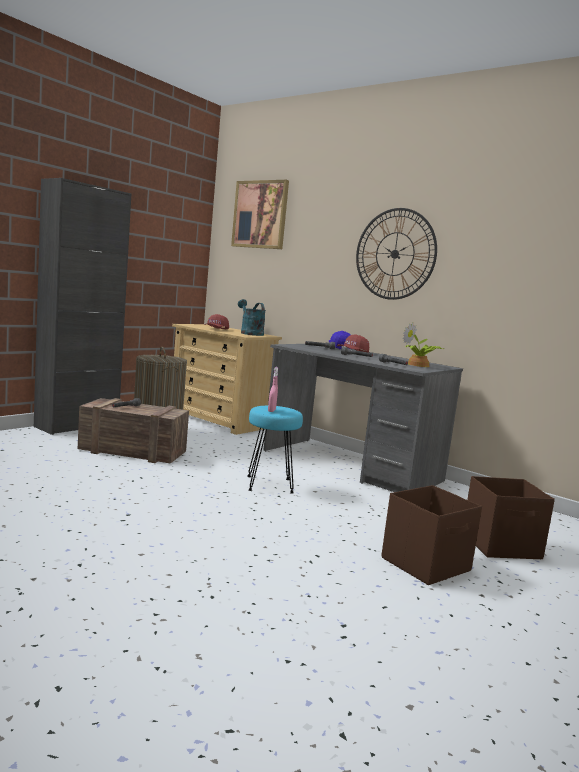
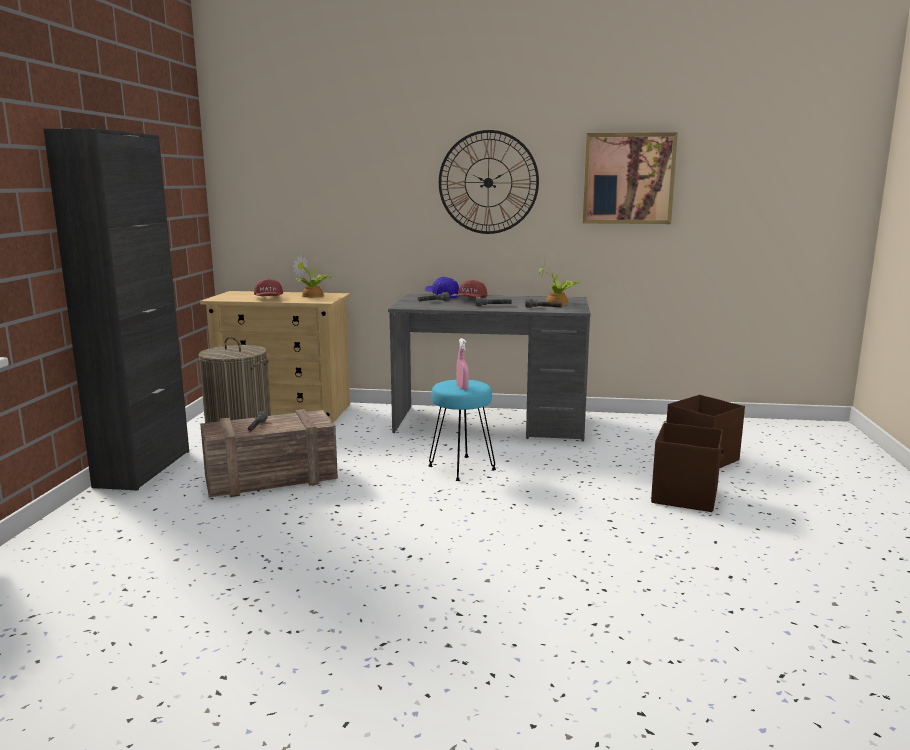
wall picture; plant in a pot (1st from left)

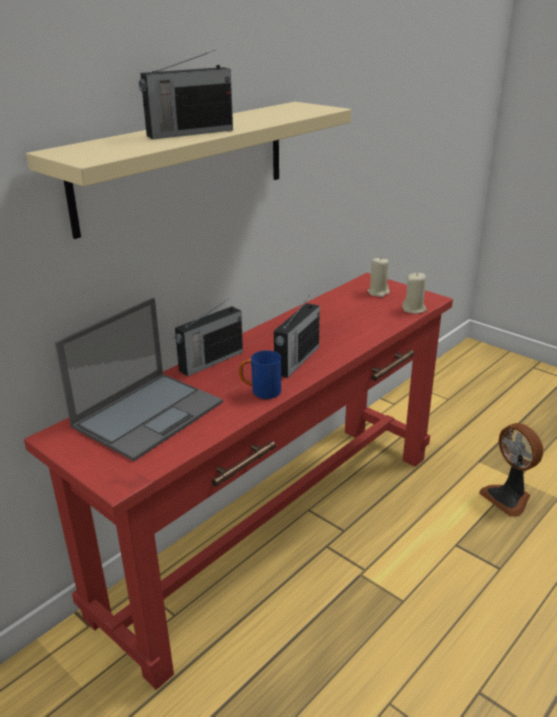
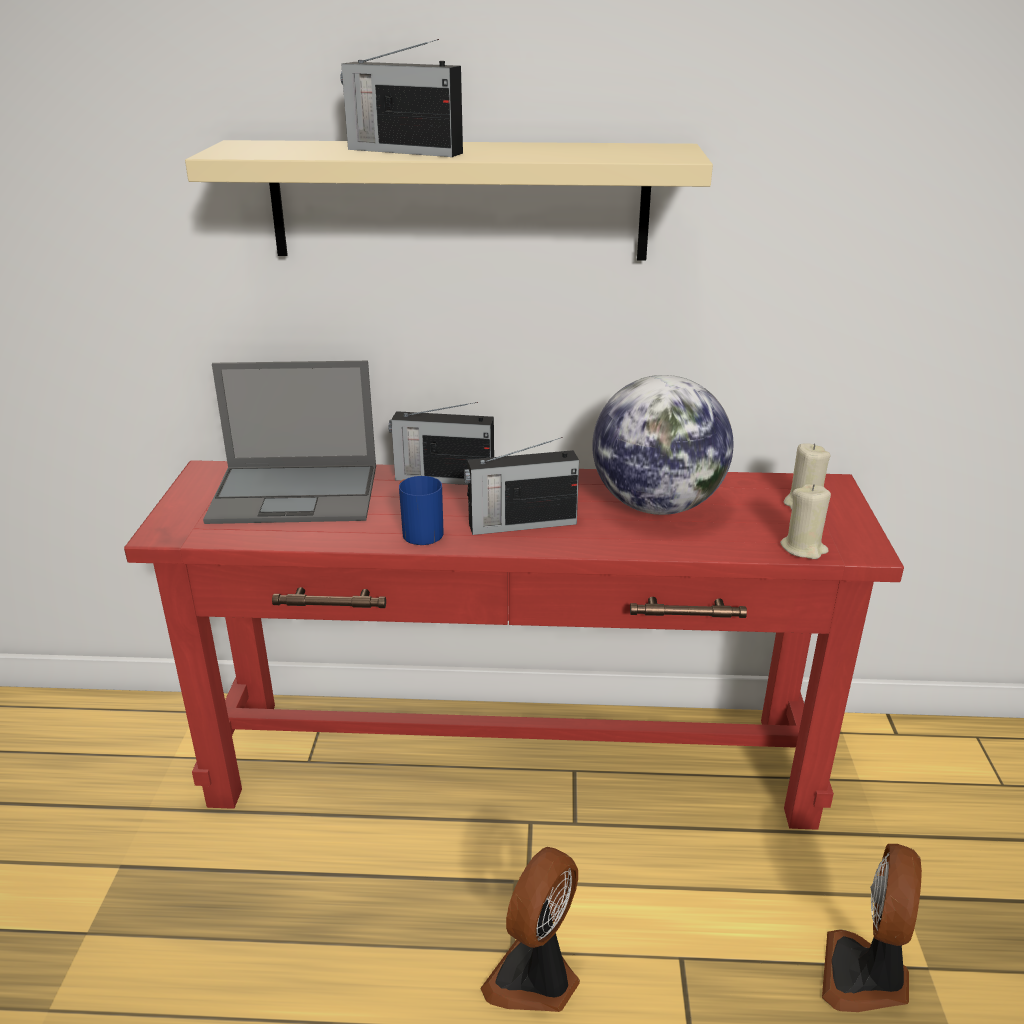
world globe; fan (1st from left)

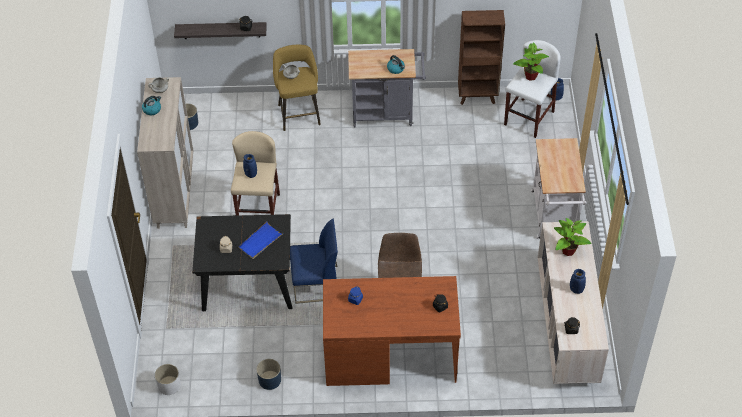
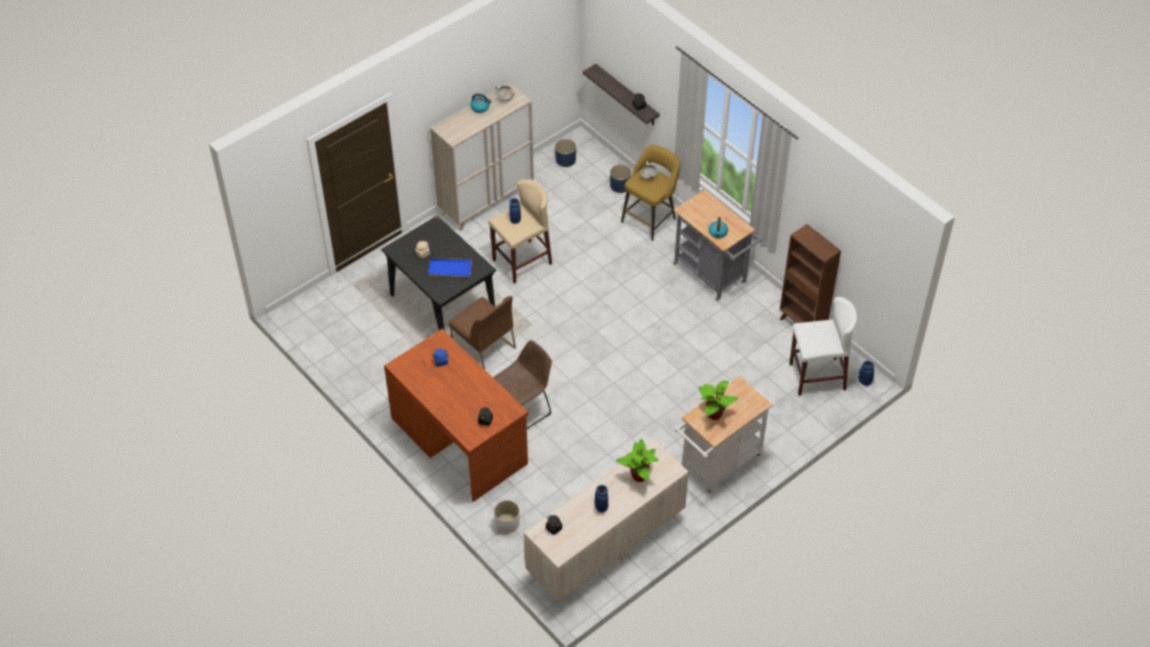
plant in a pot (2nd from left); brown chair (1st from left); bluish flower pot (2nd from left); white flower pot

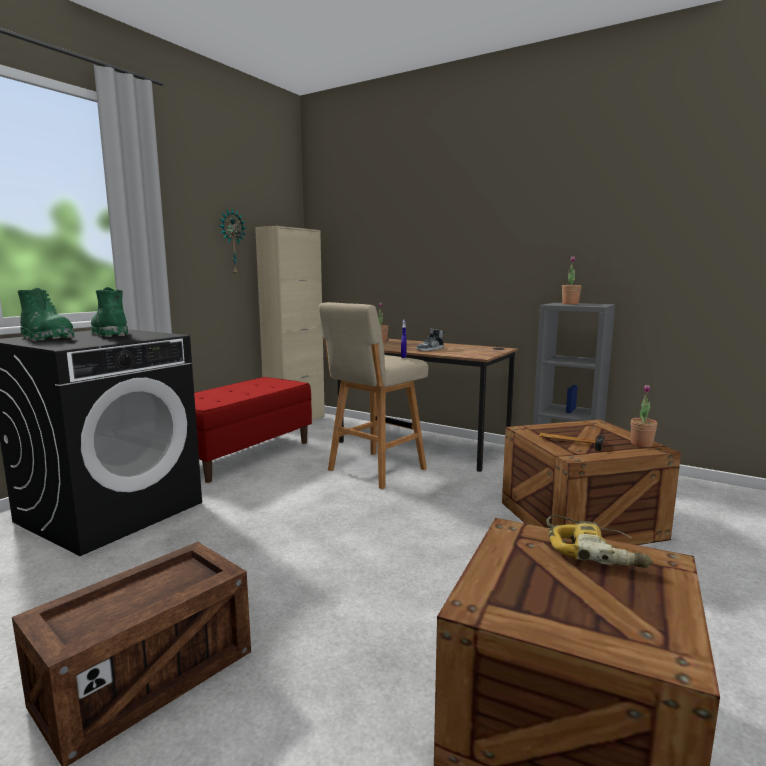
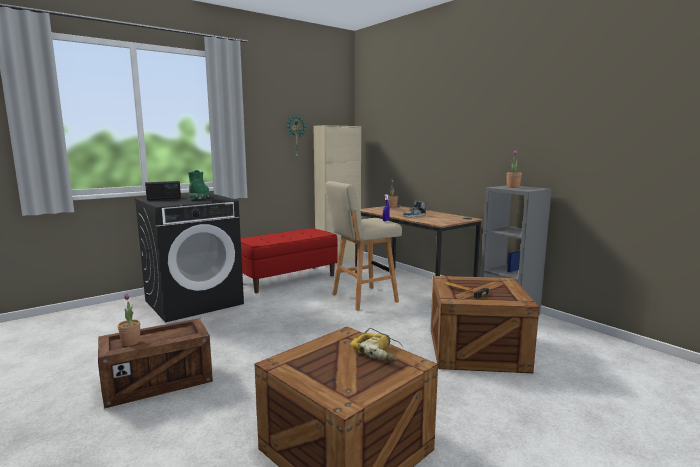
radio receiver; plant in a pot (1st from left)

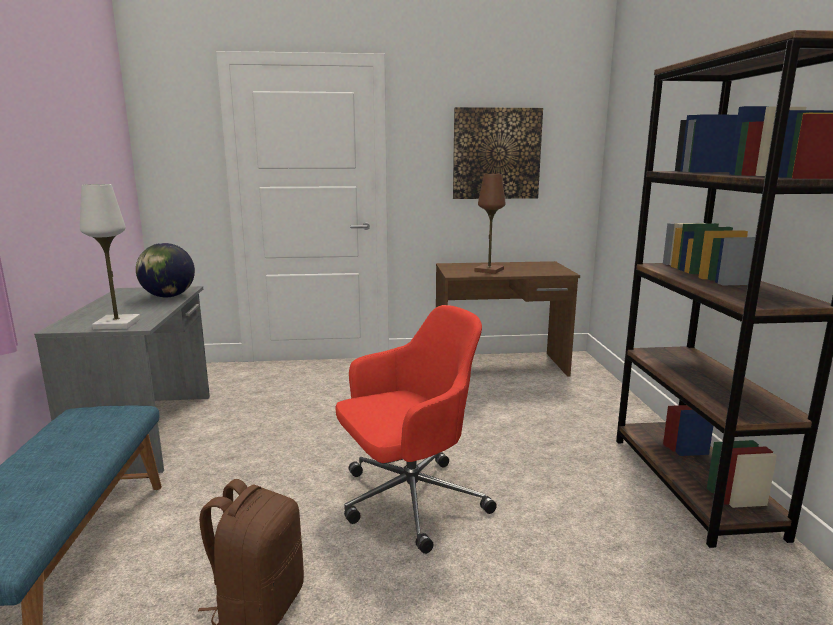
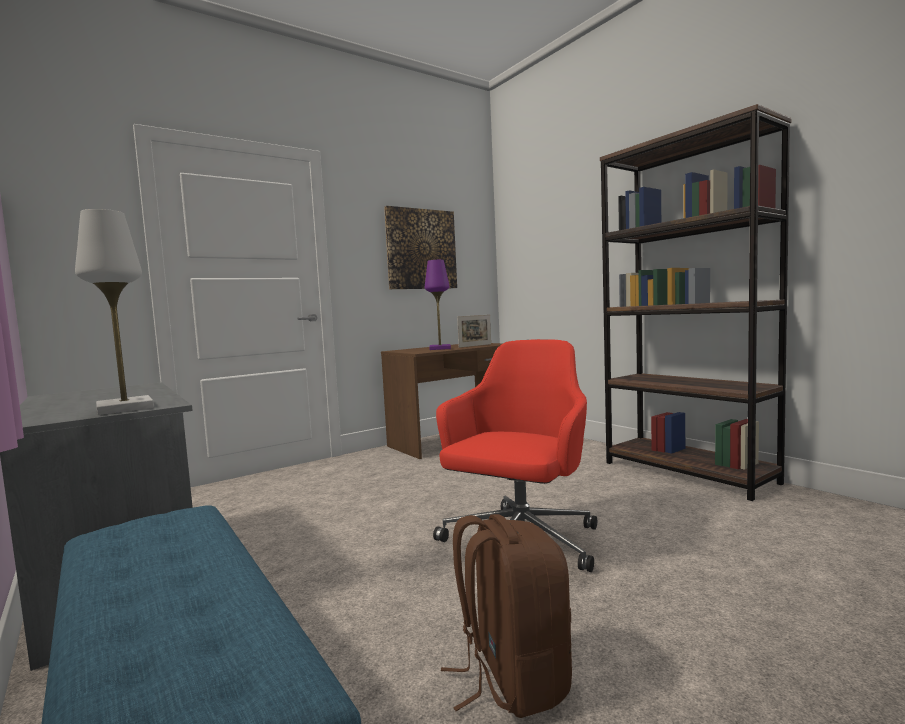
purplish tabletop lamp; world globe; photo frame

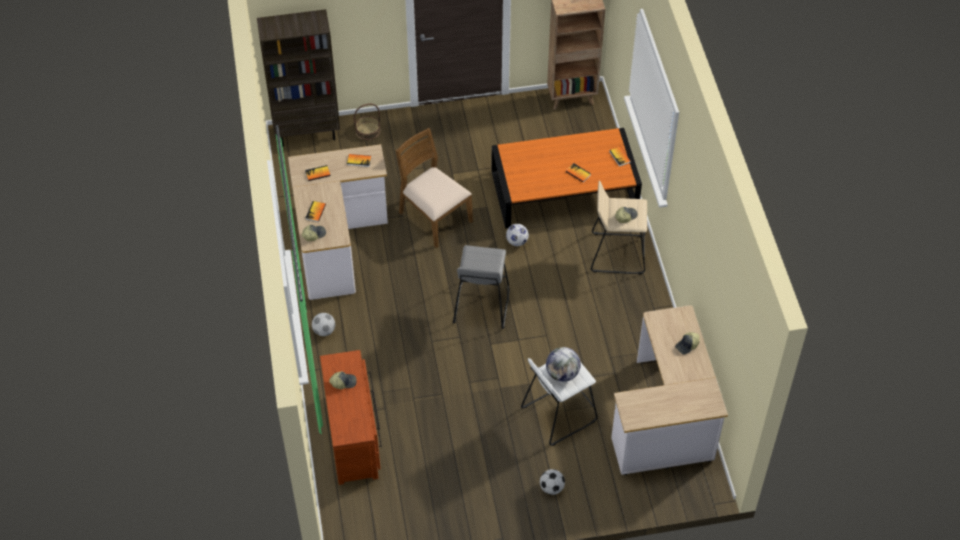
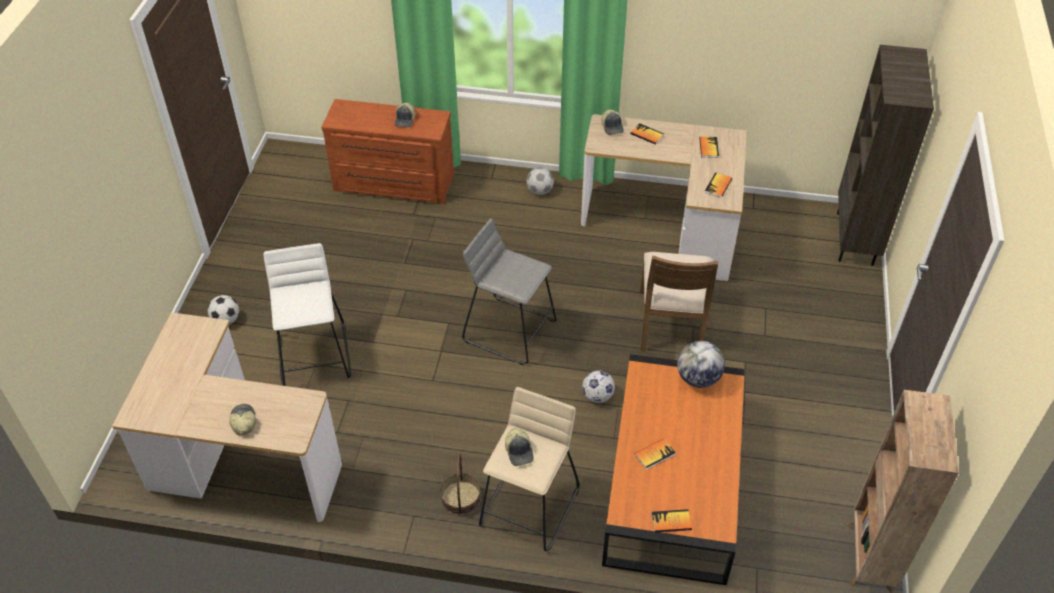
storage basket; brown chair; world globe

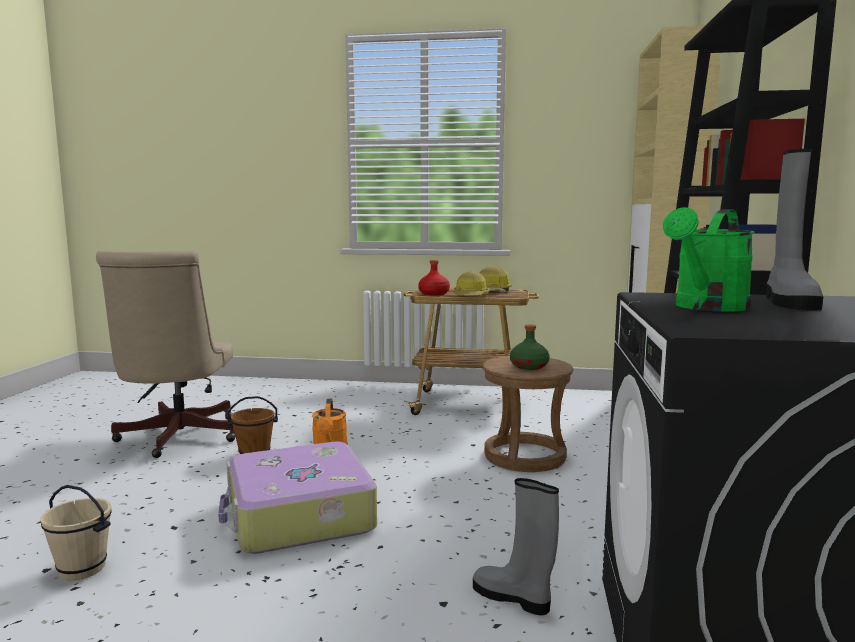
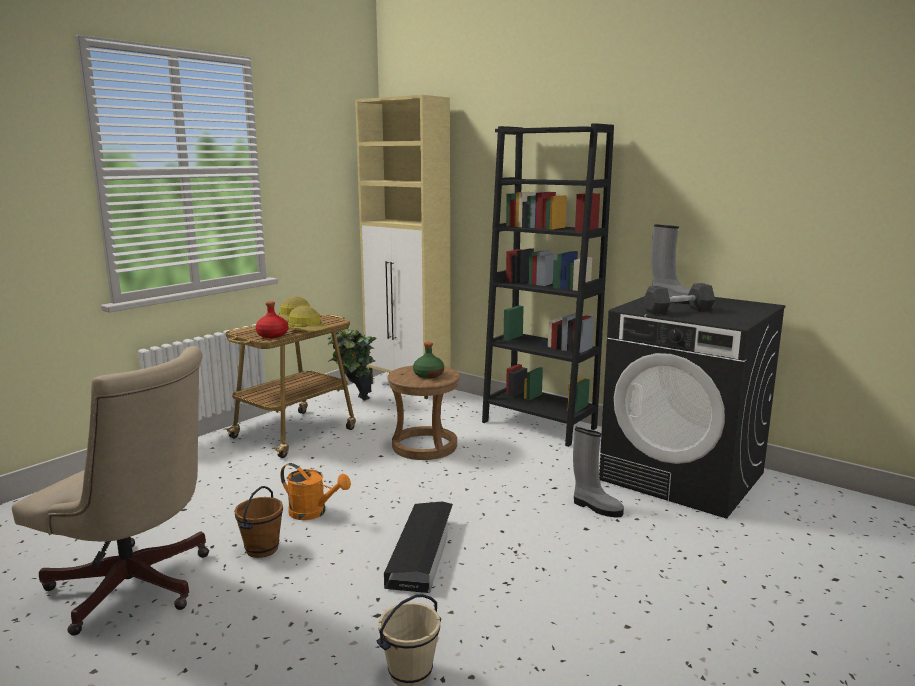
greyish dumbbell; blackish storage container; greyish high-top boot (1st from left); plant in a pot

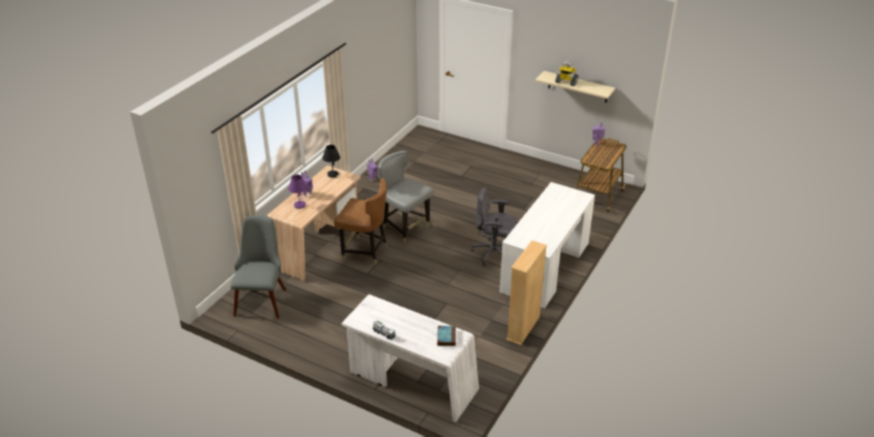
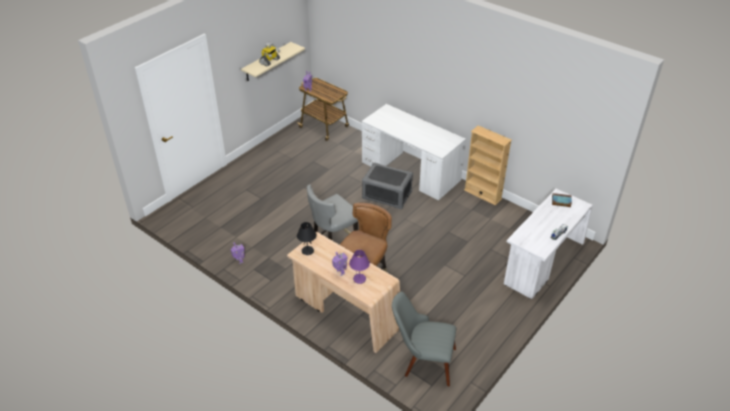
greyish storage container

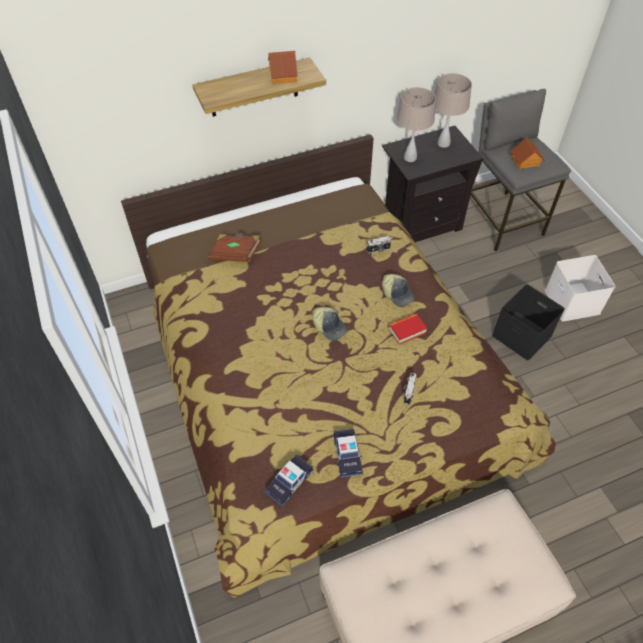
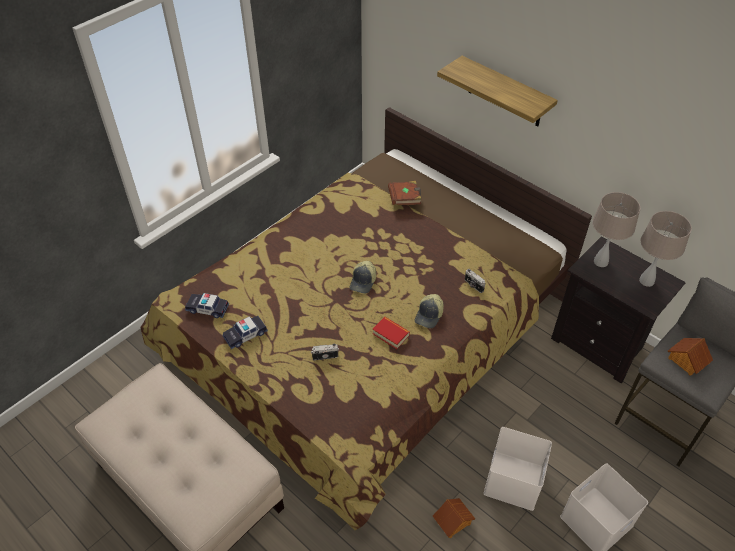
model house (1st from left); white storage container (1st from left)

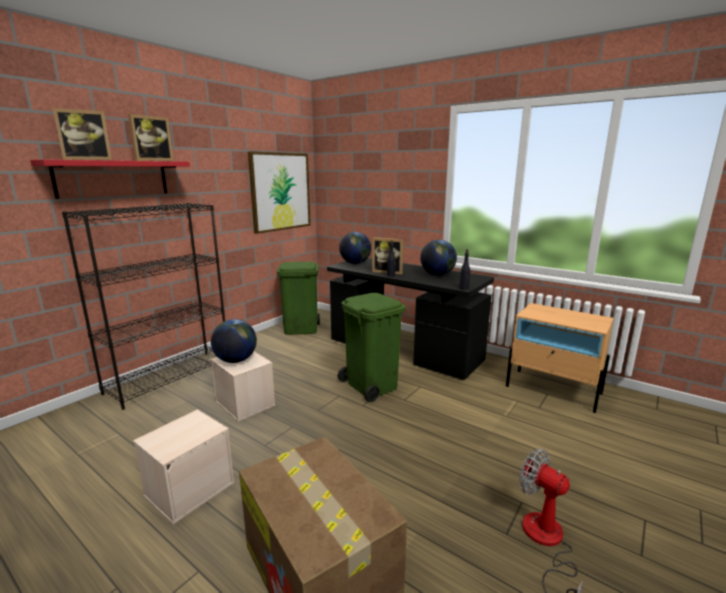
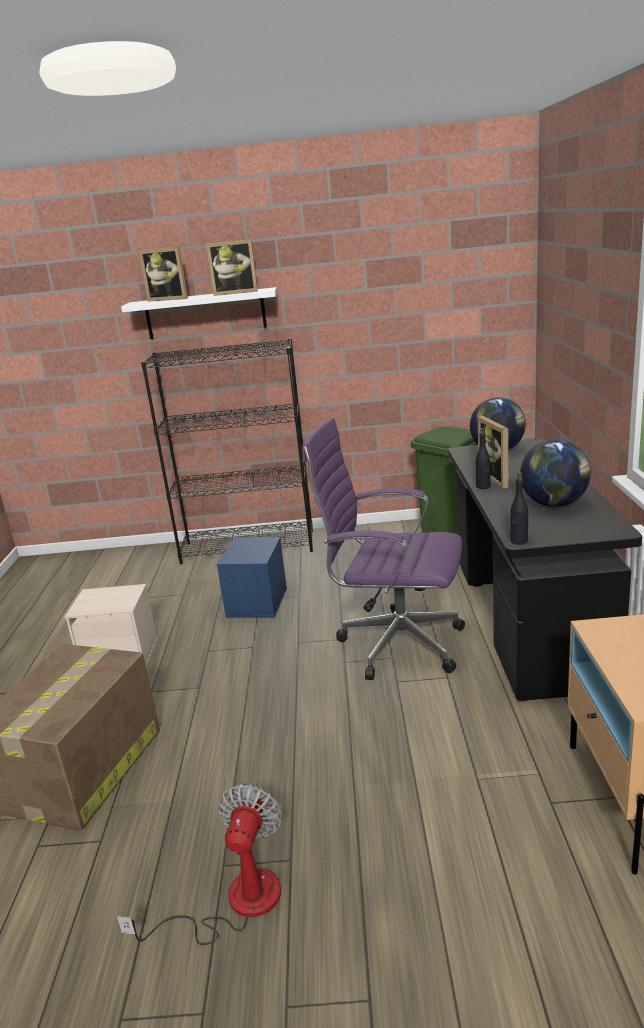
wall picture; white shelf; purplish computer chair; world globe (1st from left in the first image); bluish storage container

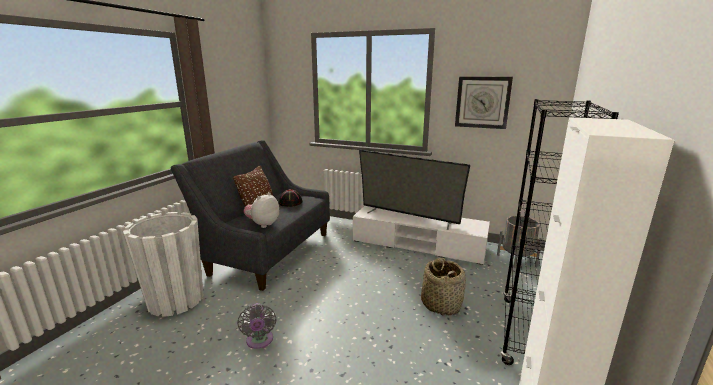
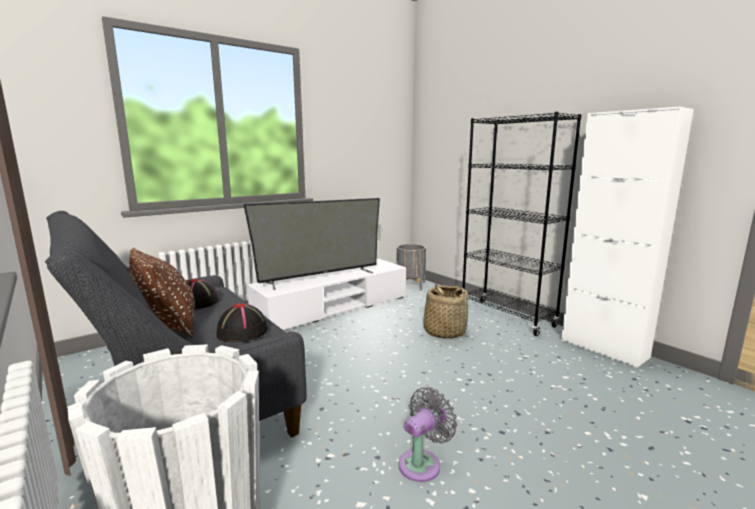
wall clock; blackish clothing hat (2nd from left); greyish fan

